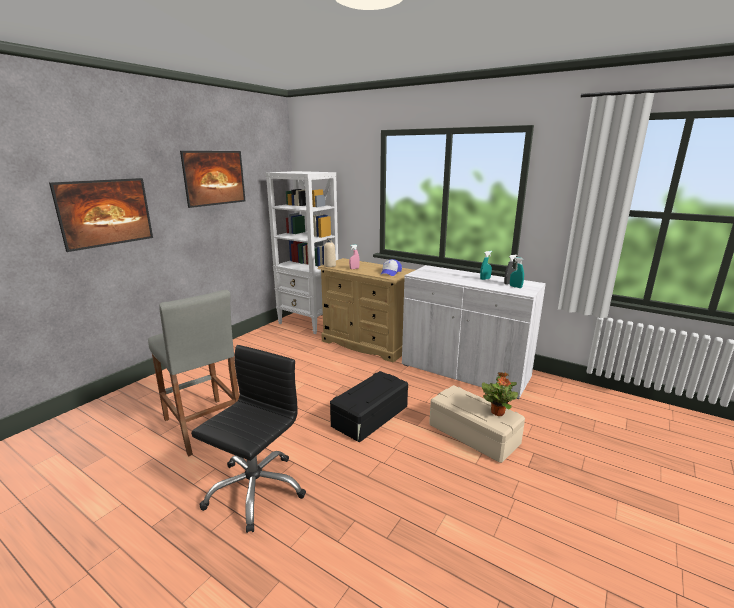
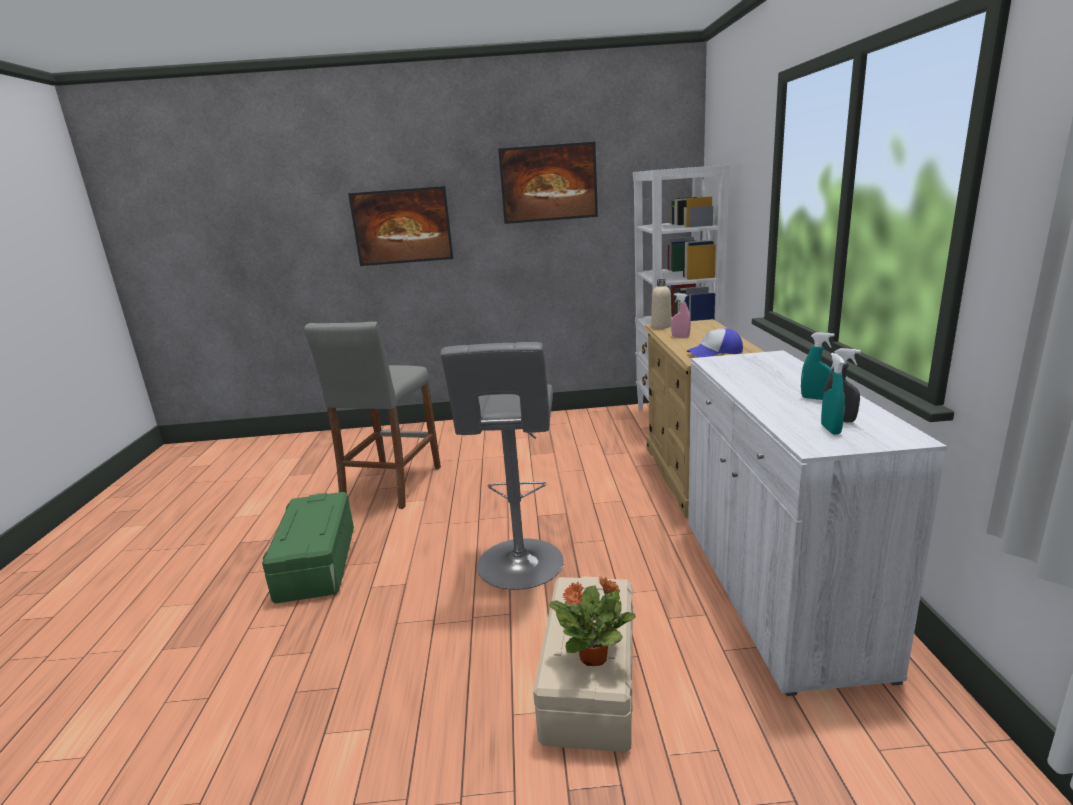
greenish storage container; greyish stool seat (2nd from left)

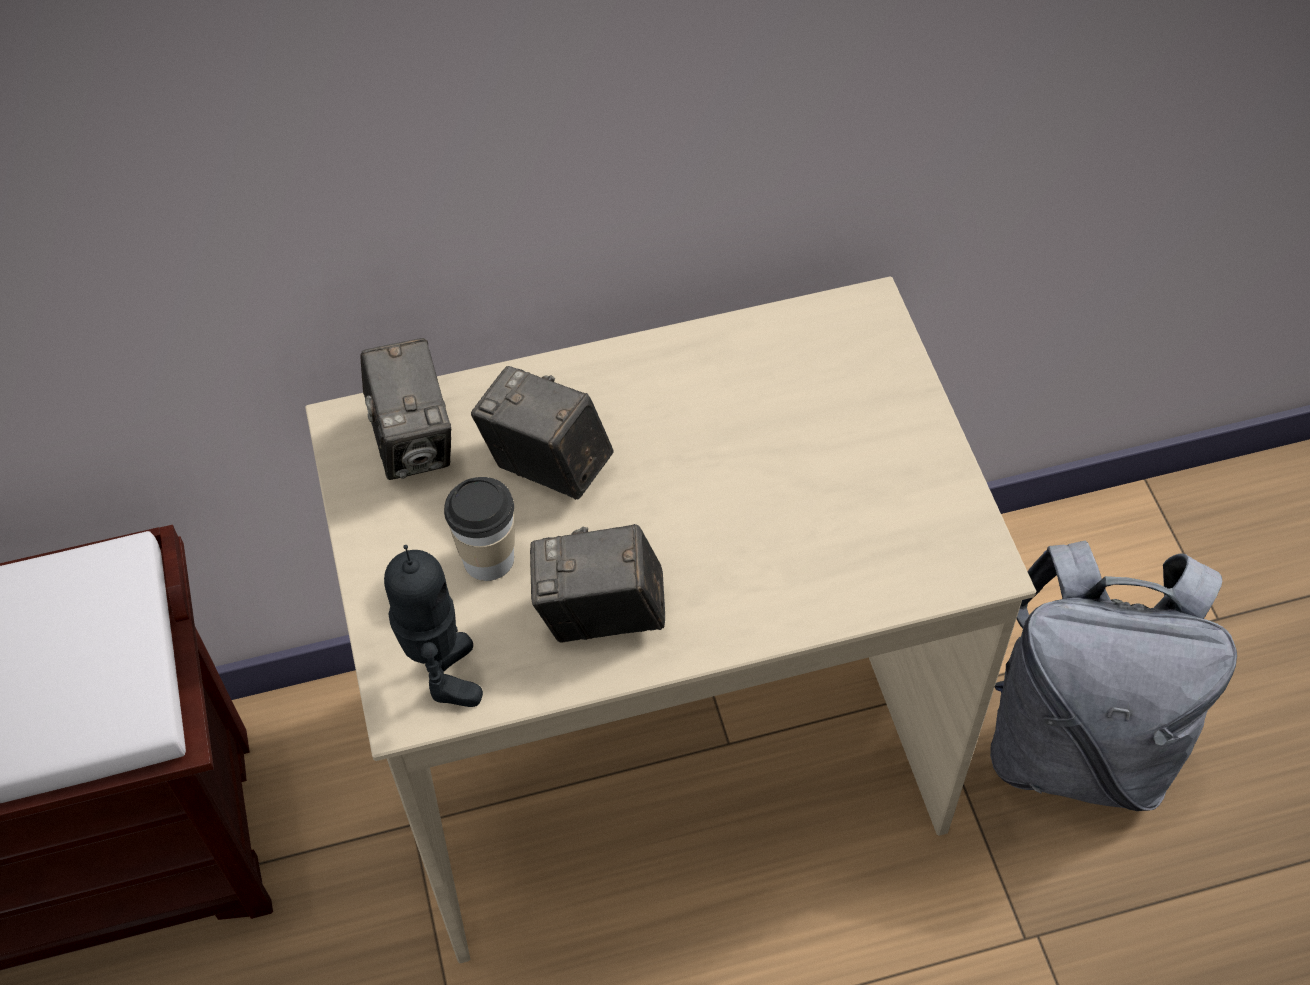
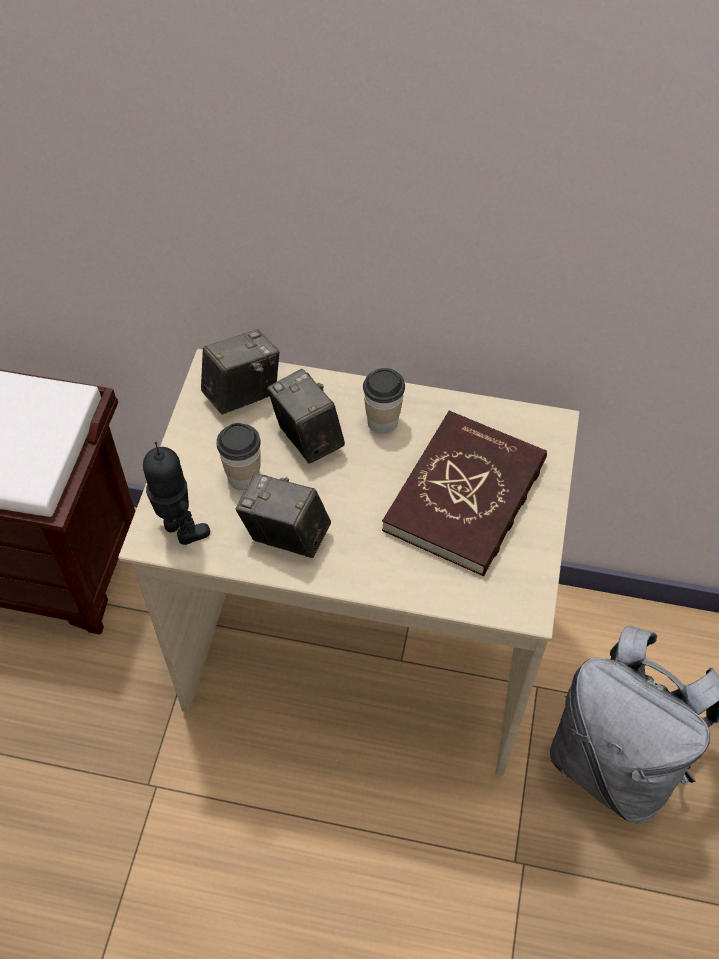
photo camera (1st from left); model robot; drinking cup (2nd from left); red-coloured volume

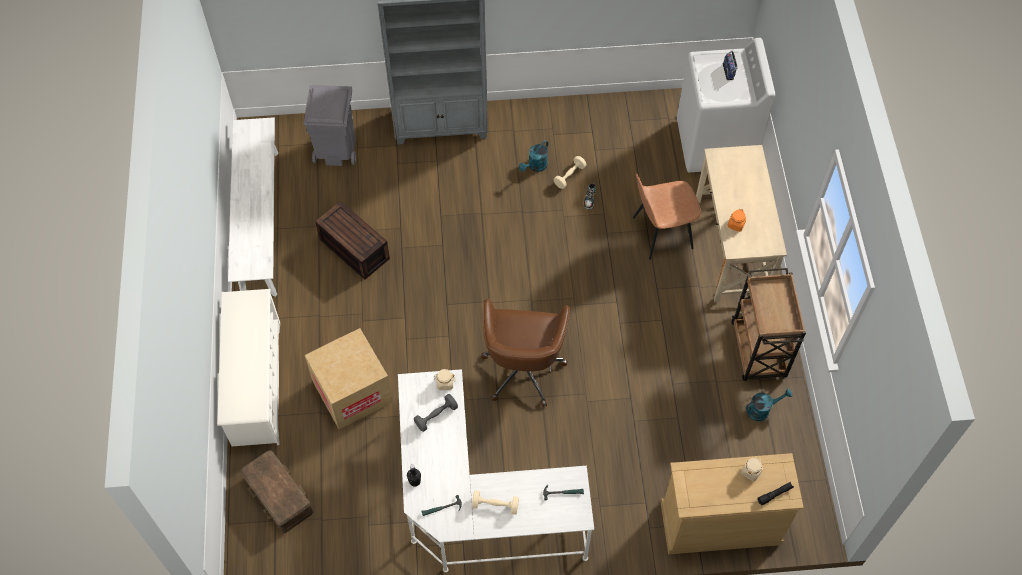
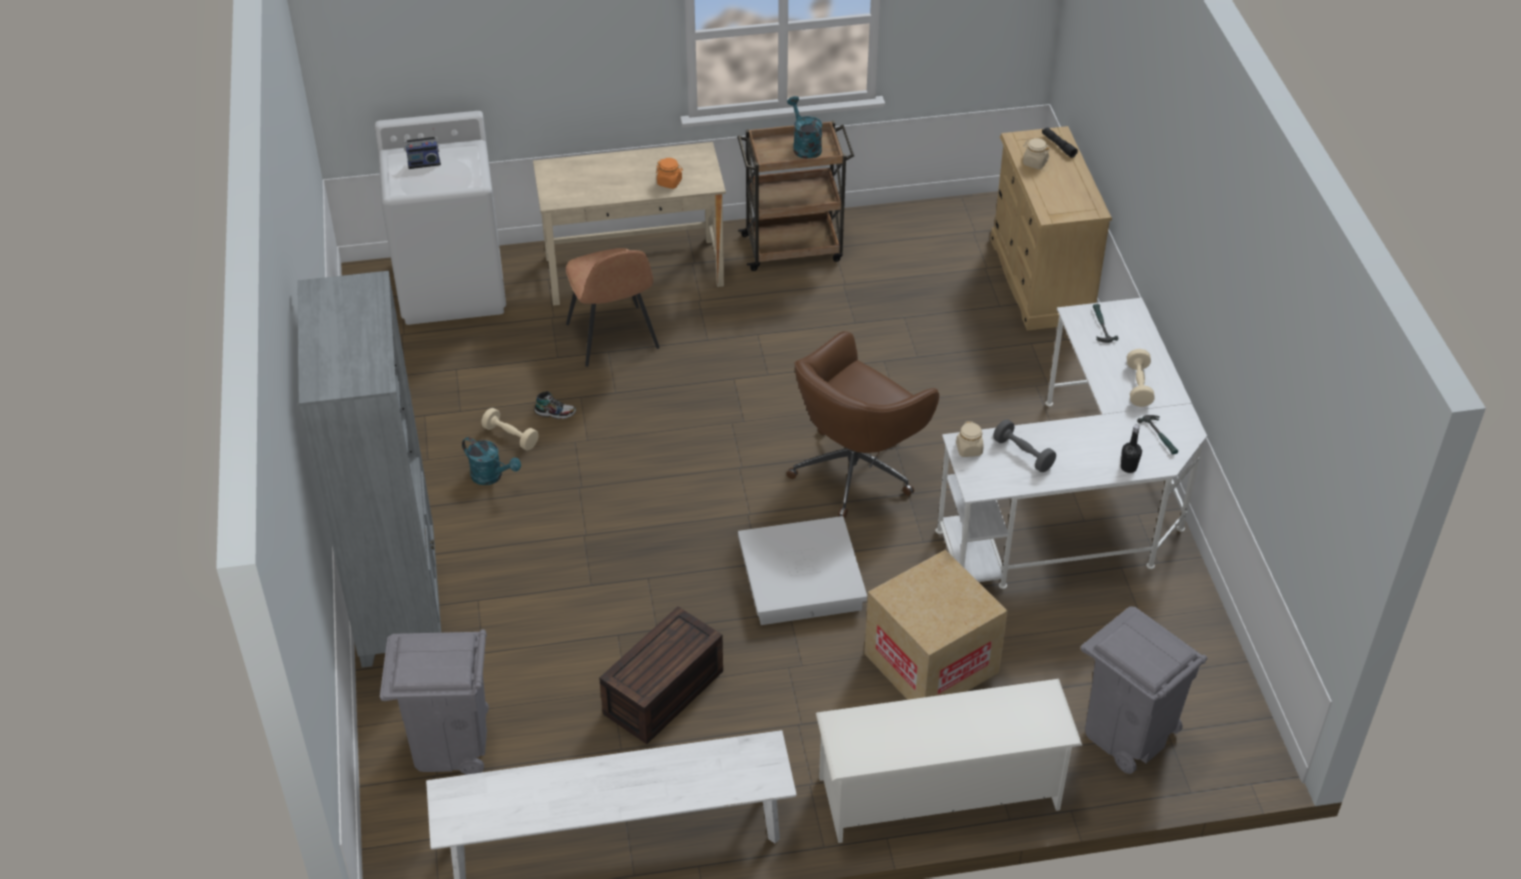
brown computer chair; blue-green watering pot (2nd from left); greyish waste bin (2nd from left); white storage container

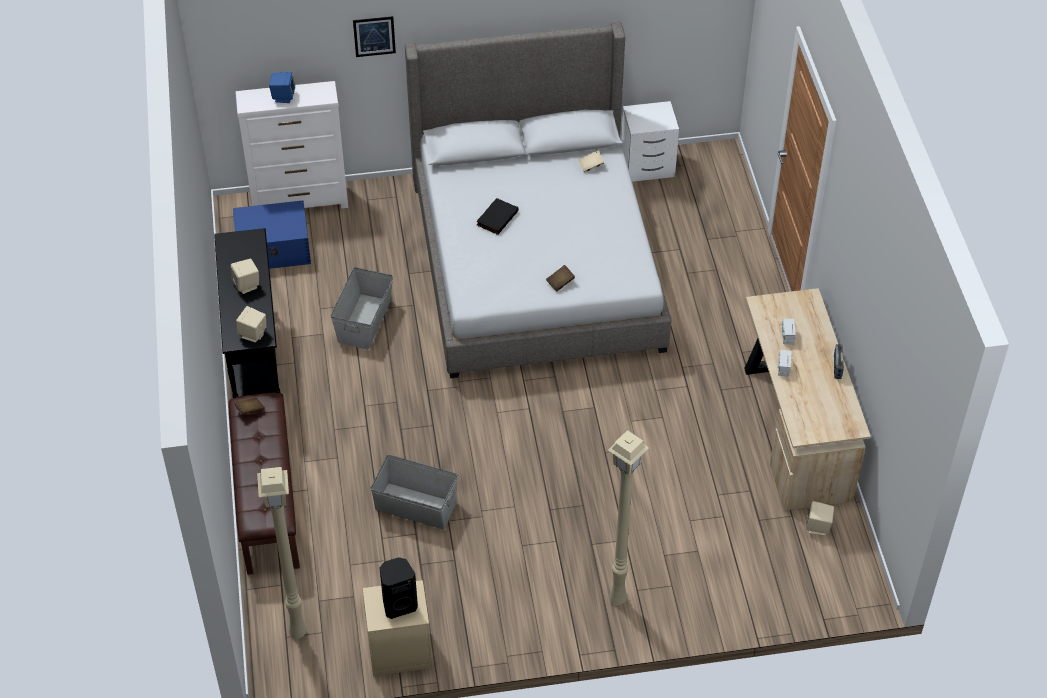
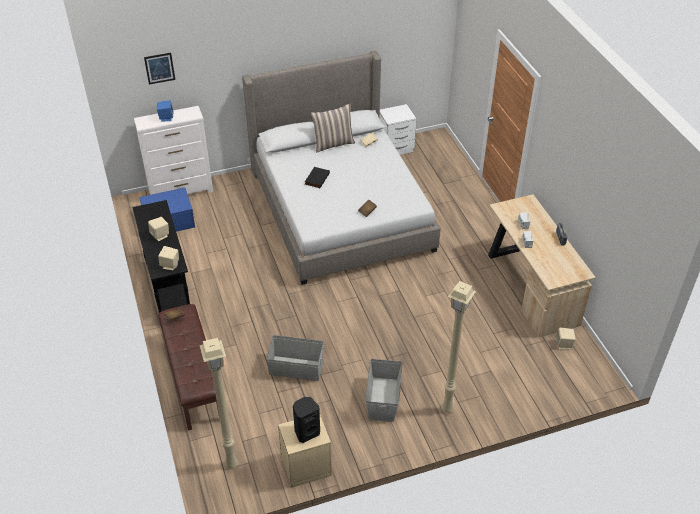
wall picture; greyish storage container (2nd from left); pillow

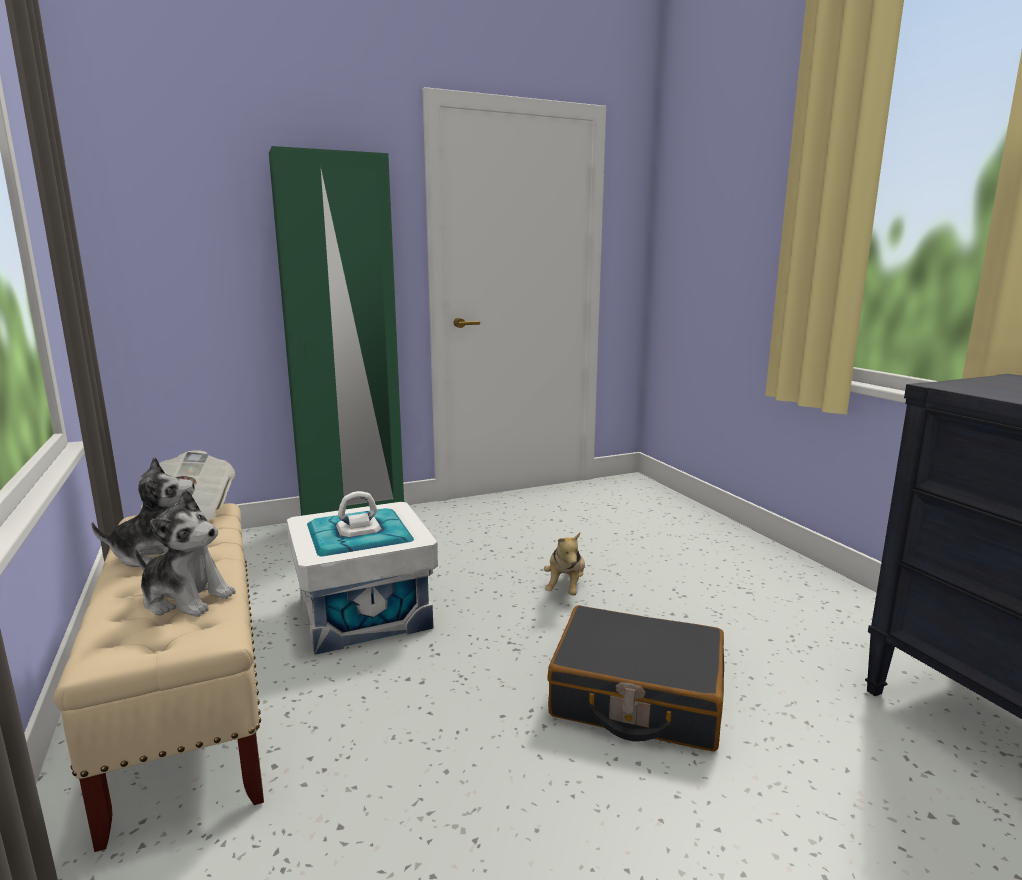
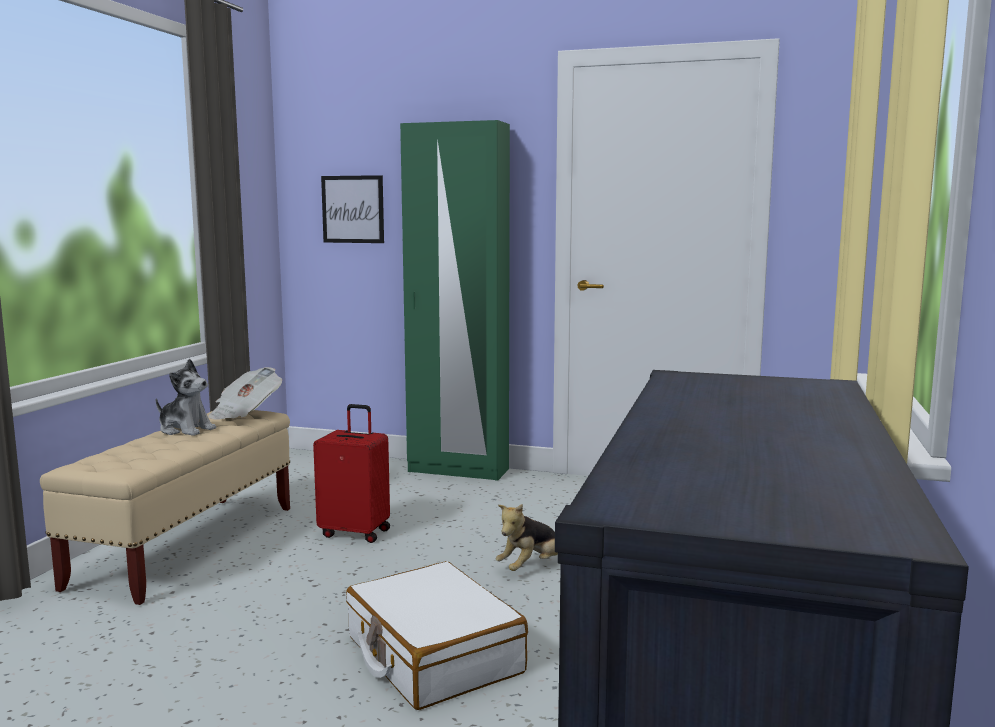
soft toy (2nd from left in the first image); red-coloured travel case; white travel case; wall picture

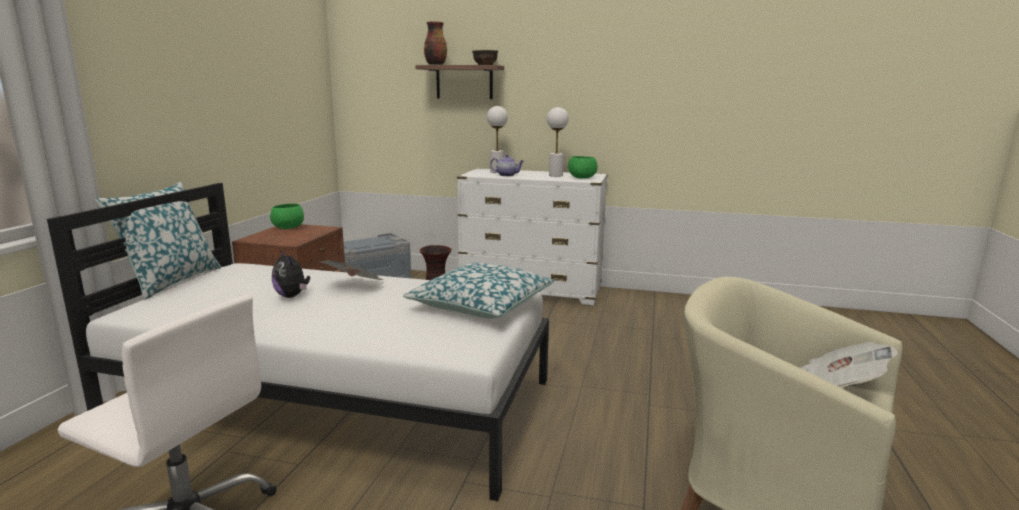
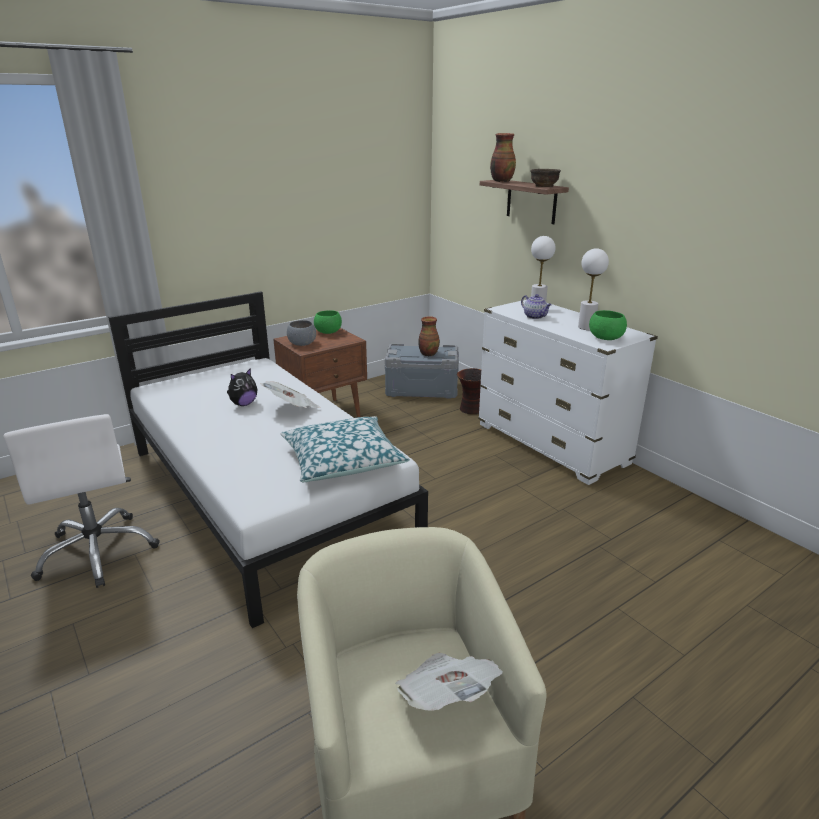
pillow (1st from left in the first image); soft toy; vase (1st from left); greyish bowl

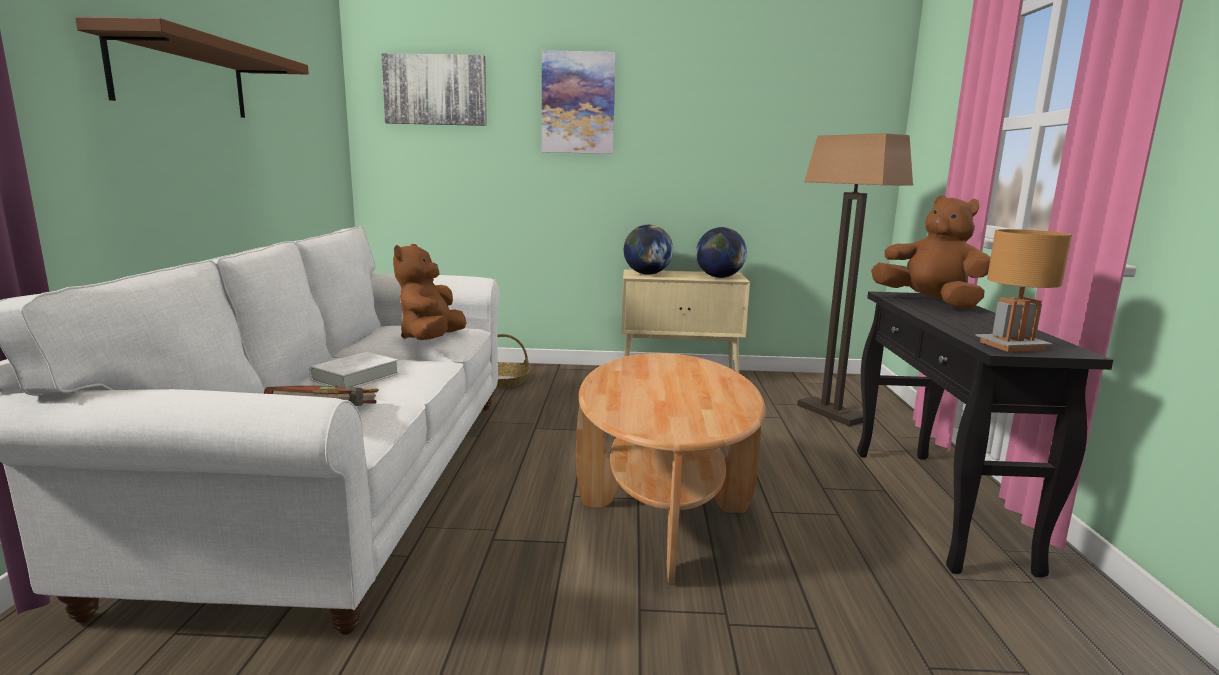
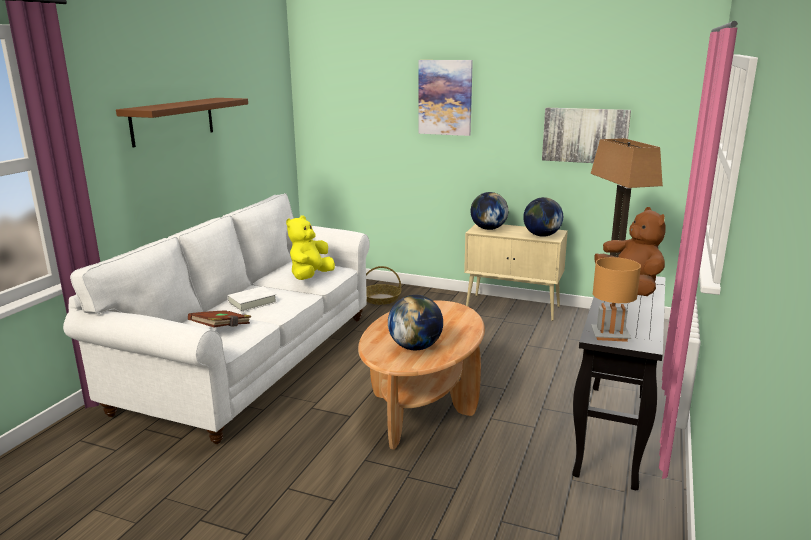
wall picture (2nd from left); yellowish soft toy; world globe (1st from left)

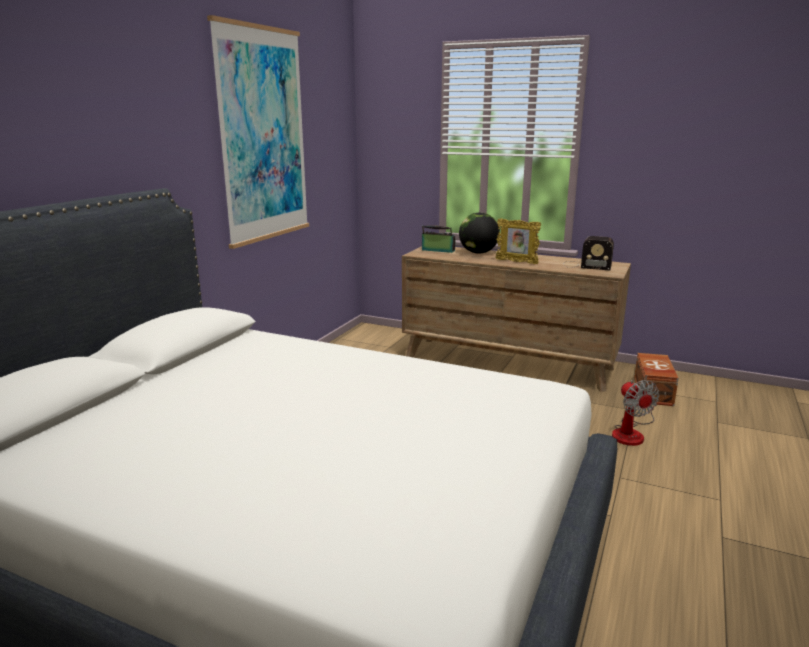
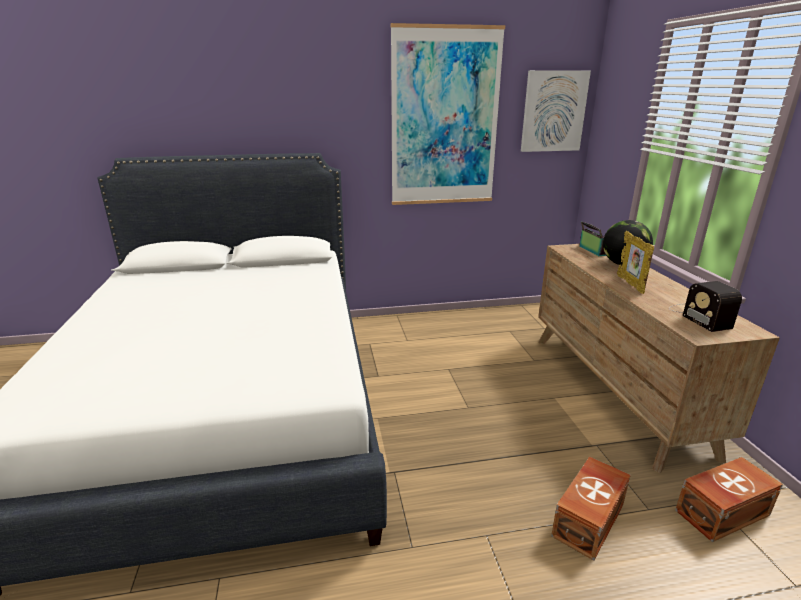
brown storage container (1st from left); wall picture (2nd from left)

